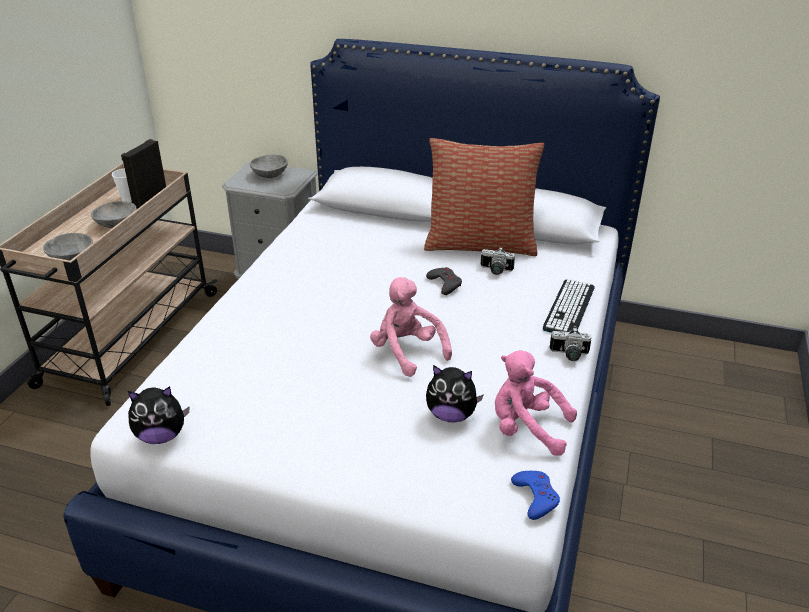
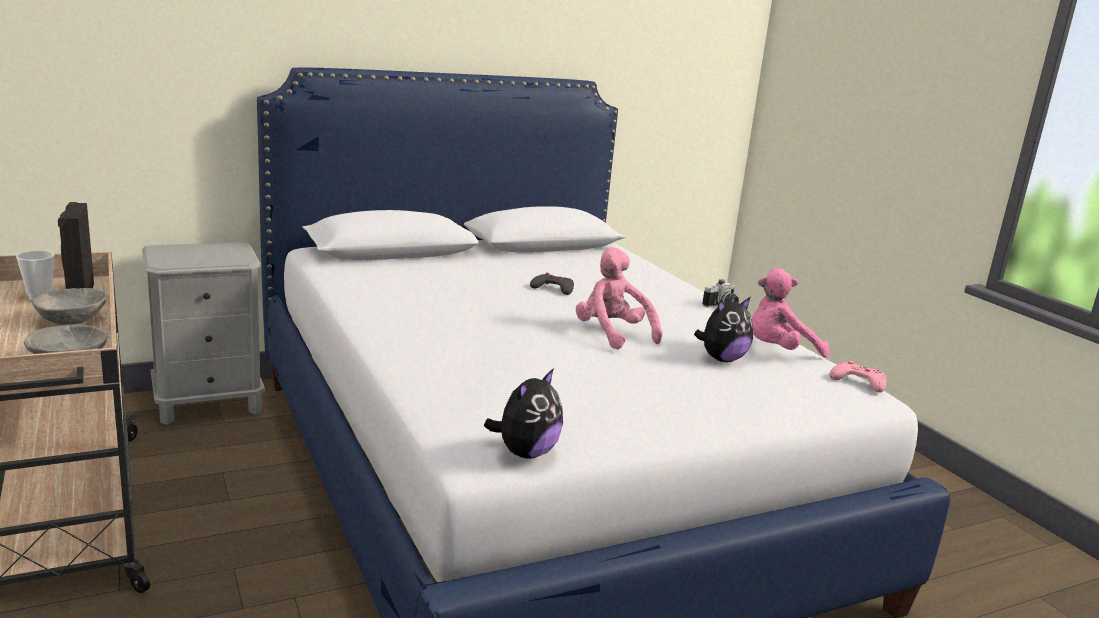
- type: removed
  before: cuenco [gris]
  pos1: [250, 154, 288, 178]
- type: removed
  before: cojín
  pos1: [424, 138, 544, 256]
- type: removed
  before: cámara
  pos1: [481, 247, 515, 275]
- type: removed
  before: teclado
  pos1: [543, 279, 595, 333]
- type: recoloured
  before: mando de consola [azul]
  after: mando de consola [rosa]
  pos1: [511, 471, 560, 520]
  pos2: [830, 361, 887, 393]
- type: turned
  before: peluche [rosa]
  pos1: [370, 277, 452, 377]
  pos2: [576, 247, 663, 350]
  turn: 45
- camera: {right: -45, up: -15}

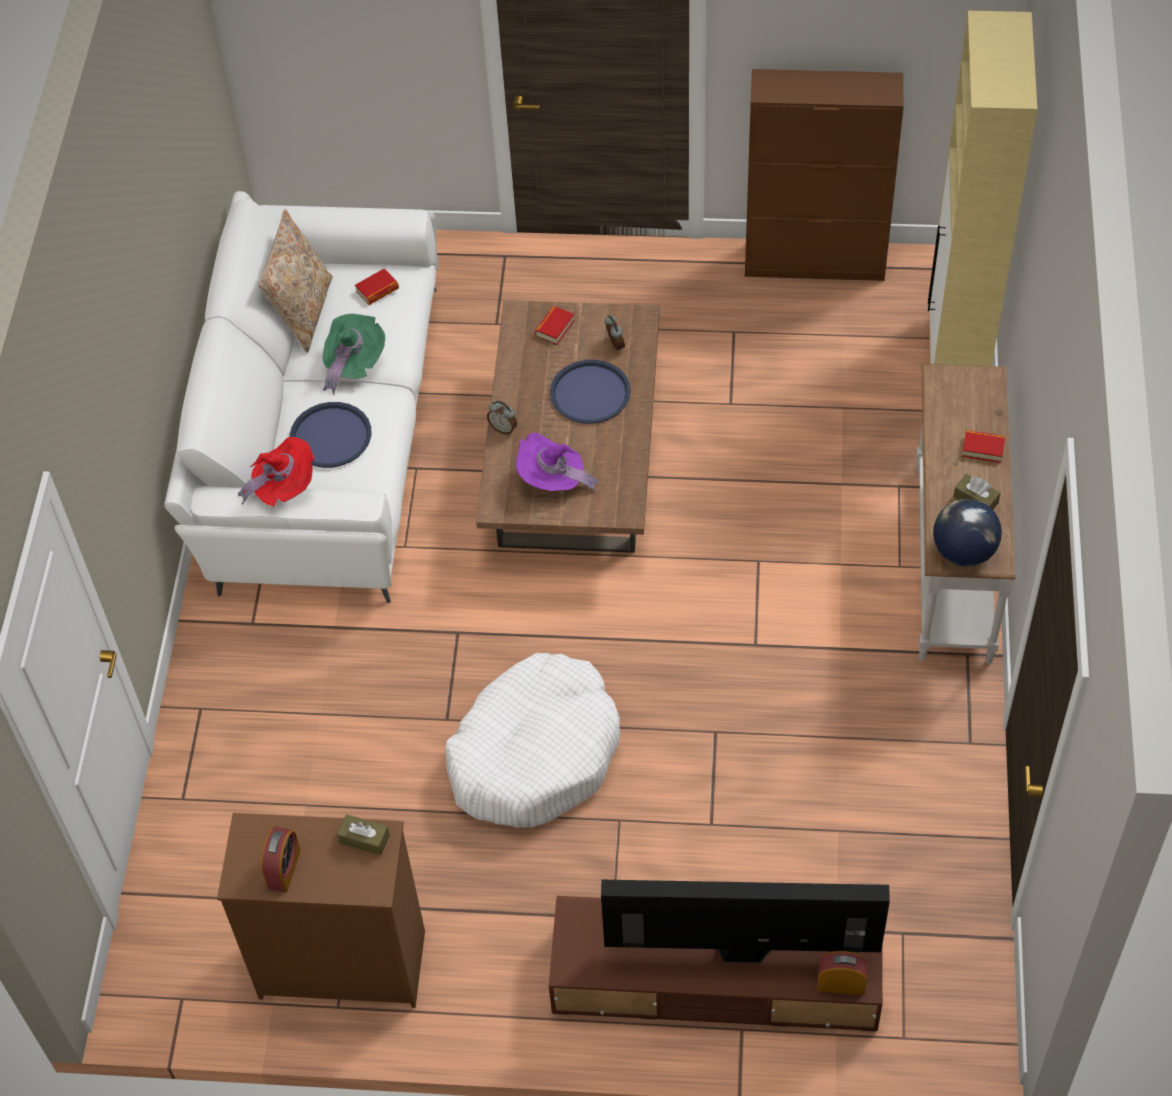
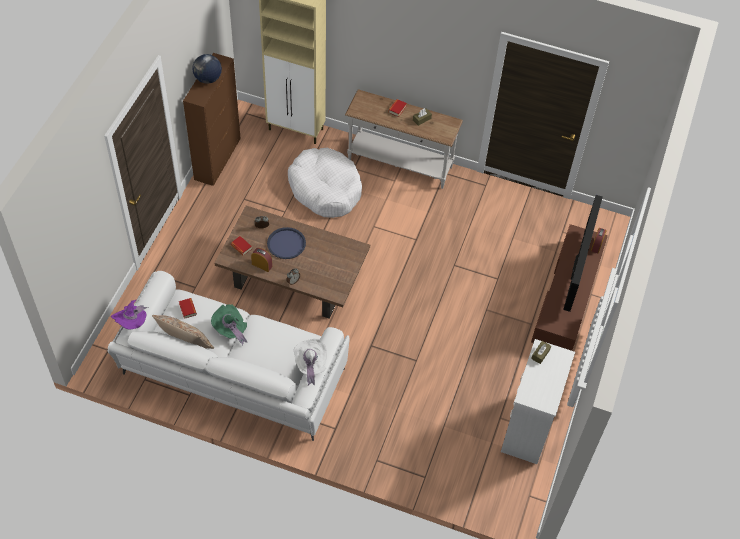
- type: removed
  before: bandeja [azul]
  pos1: [290, 402, 372, 468]
- type: moved
  before: despertador
  pos1: [261, 827, 301, 892]
  pos2: [251, 248, 272, 272]
- type: moved
  before: cama para perro [blanco]
  pos1: [445, 653, 620, 828]
  pos2: [288, 148, 362, 218]
- type: moved
  before: sombrero [morado]
  pos1: [516, 433, 598, 492]
  pos2: [111, 299, 148, 330]
- type: moved
  before: globo terráqueo
  pos1: [933, 499, 1002, 566]
  pos2: [193, 54, 222, 84]
- type: recoloured
  before: cómoda [marrón]
  after: cómoda [blanco]
  pos1: [217, 813, 425, 1008]
  pos2: [501, 339, 575, 464]
- type: recoloured
  before: sombrero [rojo]
  after: sombrero [blanco]
  pos1: [238, 437, 315, 507]
  pos2: [294, 338, 327, 386]
- camera: {right: -80, up: 0}

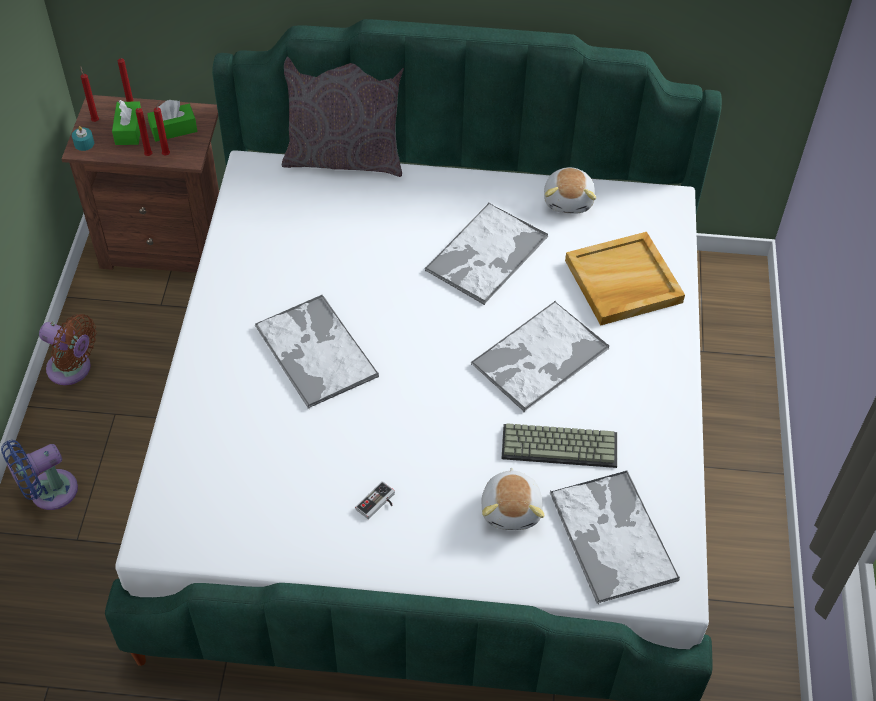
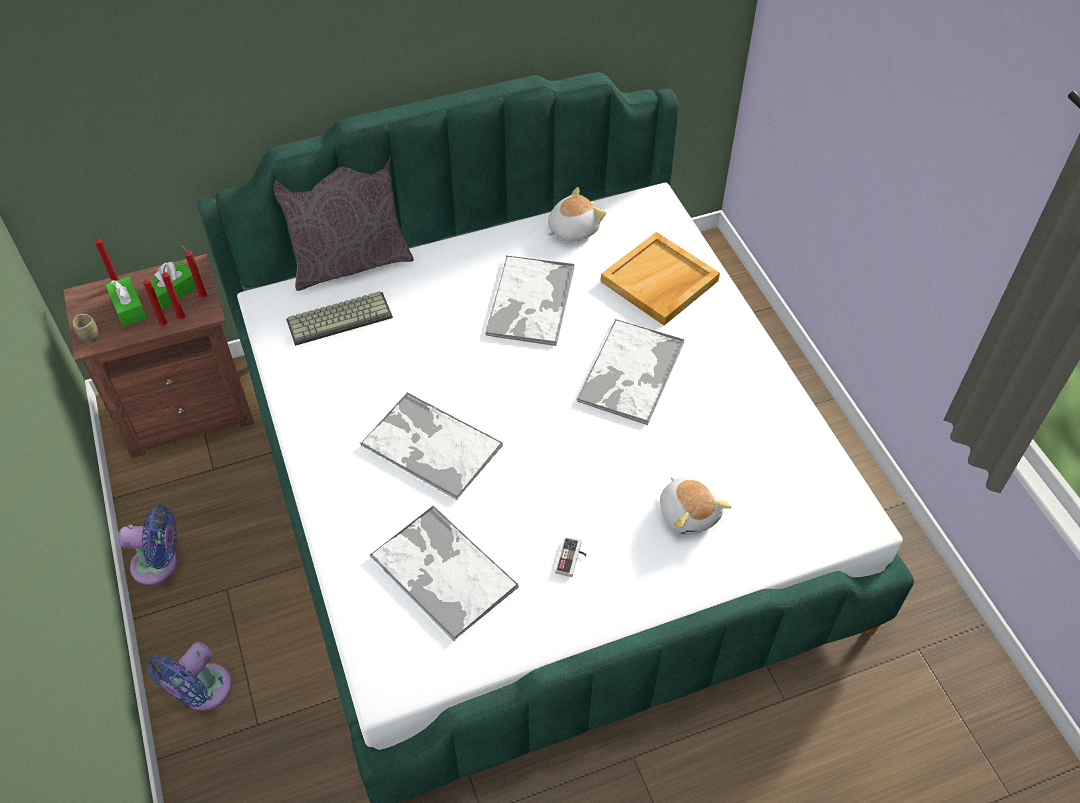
- type: moved
  before: vela [rojo]
  pos1: [80, 66, 99, 122]
  pos2: [182, 245, 207, 298]
- type: moved
  before: teclado
  pos1: [501, 423, 617, 468]
  pos2: [286, 291, 393, 346]
- type: moved
  before: bandeja
  pos1: [550, 470, 680, 605]
  pos2: [370, 505, 519, 641]
- type: replaced
  before: vela [turquesa]
  after: taza
  pos1: [72, 126, 94, 151]
  pos2: [73, 314, 99, 343]
- type: recoloured
  before: ventilador [marrón]
  after: ventilador [azul]
  pos1: [39, 314, 96, 385]
  pos2: [118, 505, 177, 585]
- type: turned
  before: peluche
  pos1: [544, 167, 596, 214]
  pos2: [548, 187, 606, 242]
  turn: -105
- camera: {right: -25, up: 0}

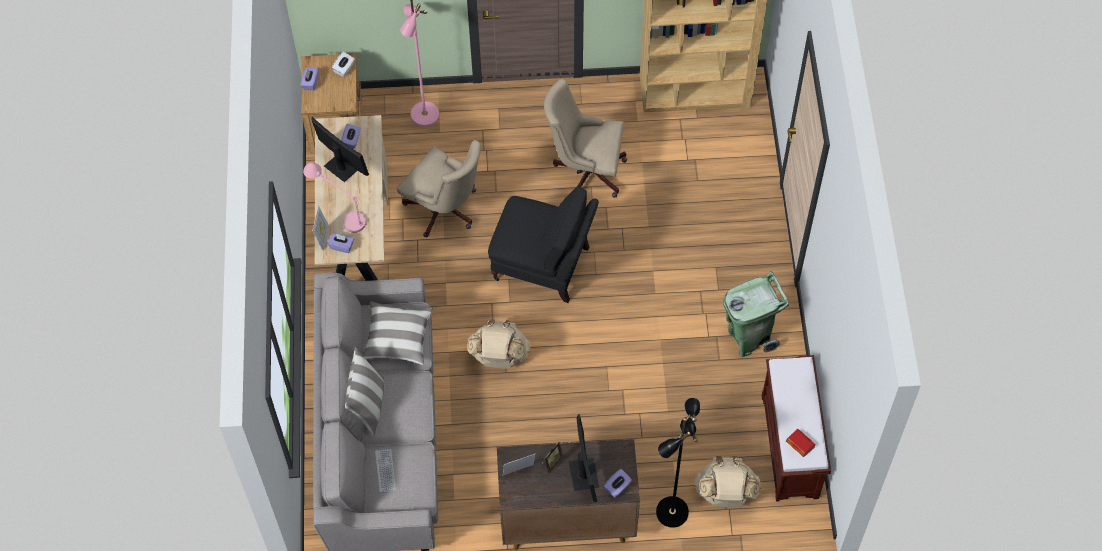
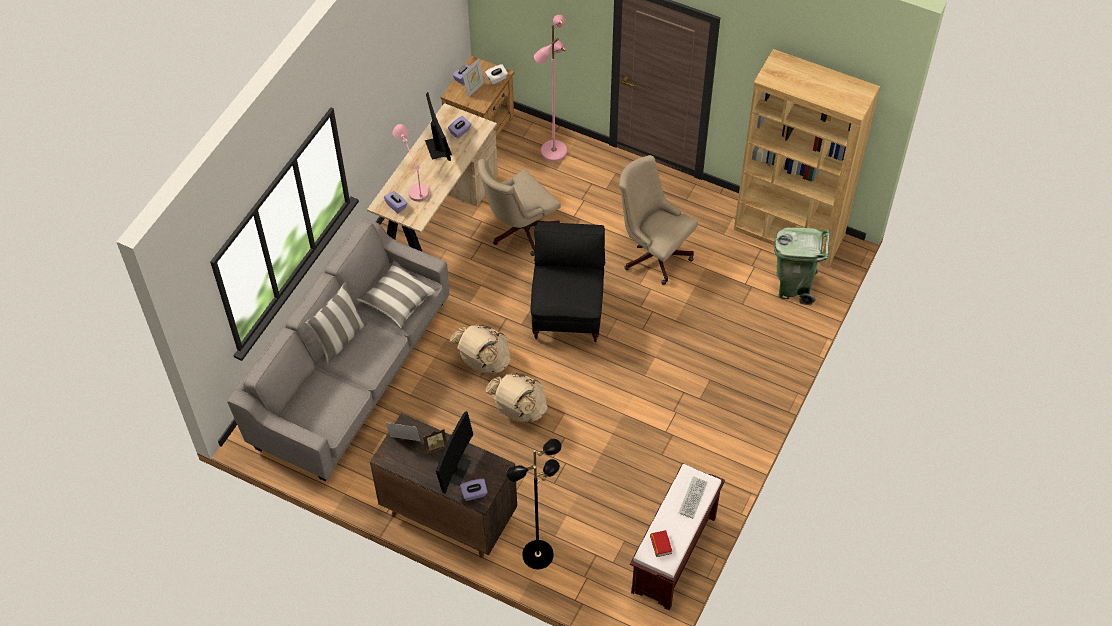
- type: moved
  before: portarretratos
  pos1: [313, 205, 329, 251]
  pos2: [462, 58, 484, 97]
- type: moved
  before: teclado
  pos1: [375, 449, 396, 493]
  pos2: [679, 476, 708, 519]
- type: moved
  before: mochila [beis]
  pos1: [694, 456, 761, 507]
  pos2: [485, 373, 548, 422]
- type: moved
  before: papelera [verde]
  pos1: [723, 271, 789, 357]
  pos2: [774, 227, 830, 305]
- type: turned
  before: silla de oficina [beis]
  pos1: [397, 140, 481, 237]
  pos2: [477, 158, 561, 256]
  turn: 75
- type: turned
  before: sillón [negro]
  pos1: [488, 186, 599, 303]
  pos2: [531, 222, 605, 342]
  turn: -135
- camera: {right: 30, up: -5}

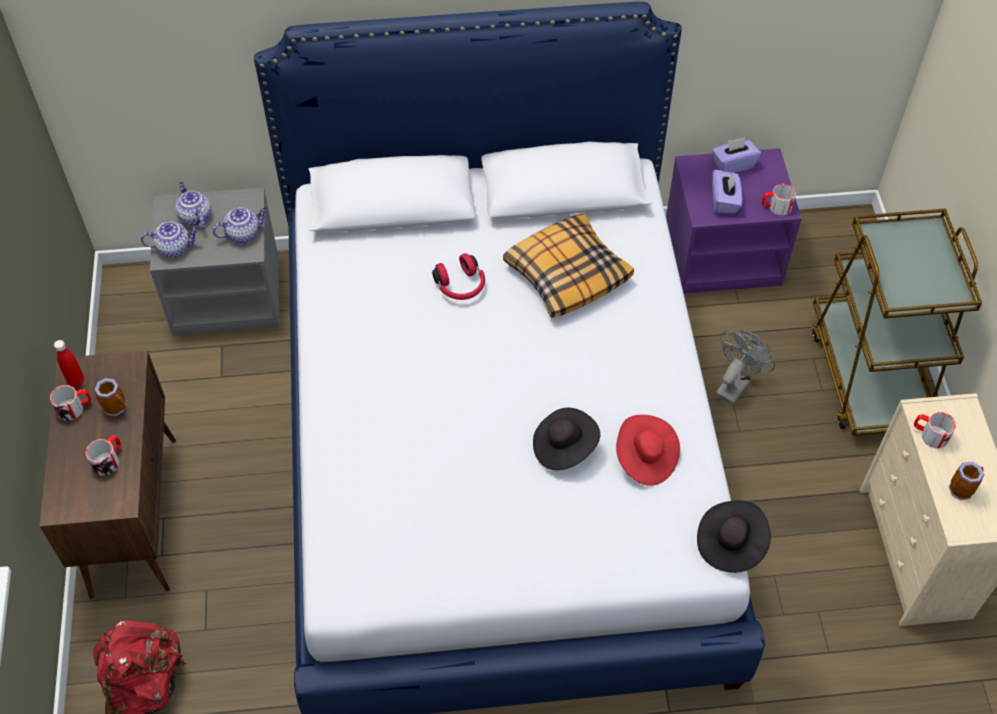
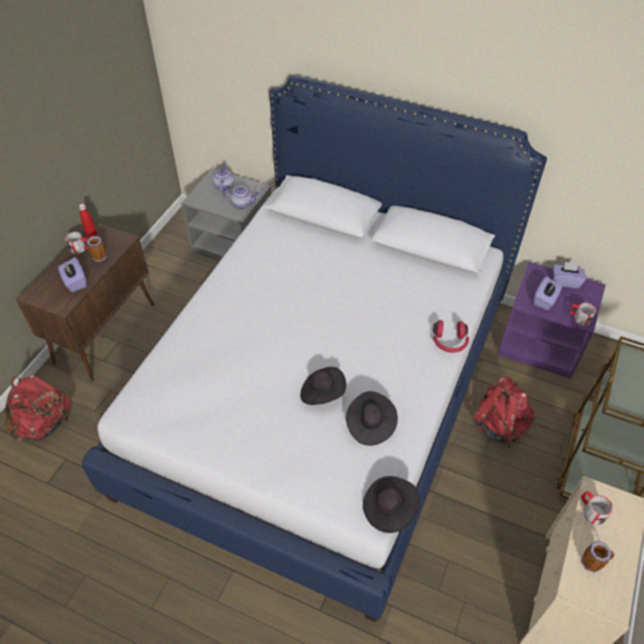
- type: removed
  before: tetera
  pos1: [141, 221, 199, 257]
- type: removed
  before: cojín
  pos1: [503, 213, 634, 318]
- type: moved
  before: auriculares [rojo]
  pos1: [432, 253, 485, 300]
  pos2: [433, 320, 469, 353]
- type: replaced
  before: taza grande
  after: caja de pañuelos [morado]
  pos1: [86, 435, 121, 476]
  pos2: [58, 257, 87, 292]
- type: replaced
  before: ventilador [gris]
  after: mochila [rojo]
  pos1: [715, 329, 775, 405]
  pos2: [472, 376, 536, 448]
- type: recoloured
  before: sombrero [rojo]
  after: sombrero [negro]
  pos1: [616, 415, 680, 486]
  pos2: [346, 391, 398, 446]
- camera: {right: 30, up: -5}

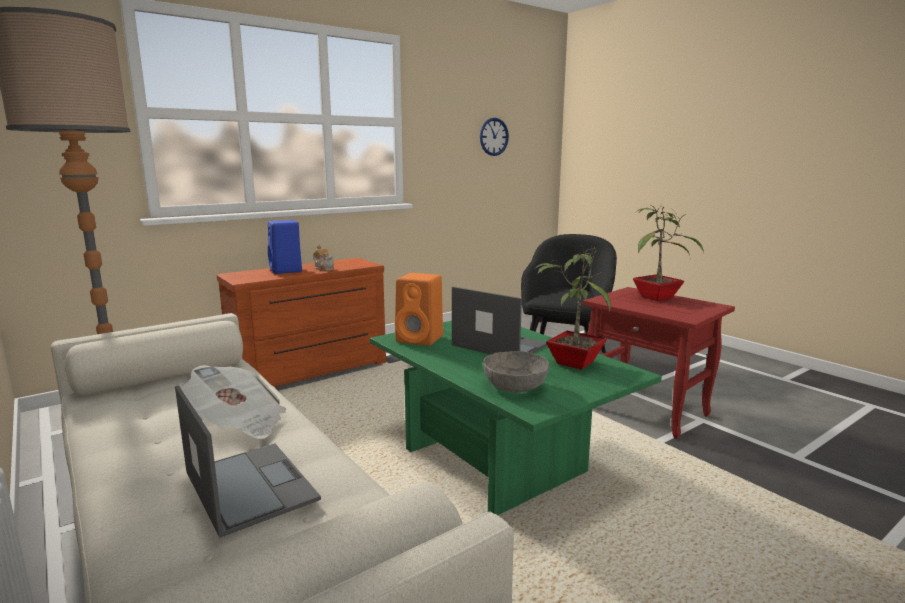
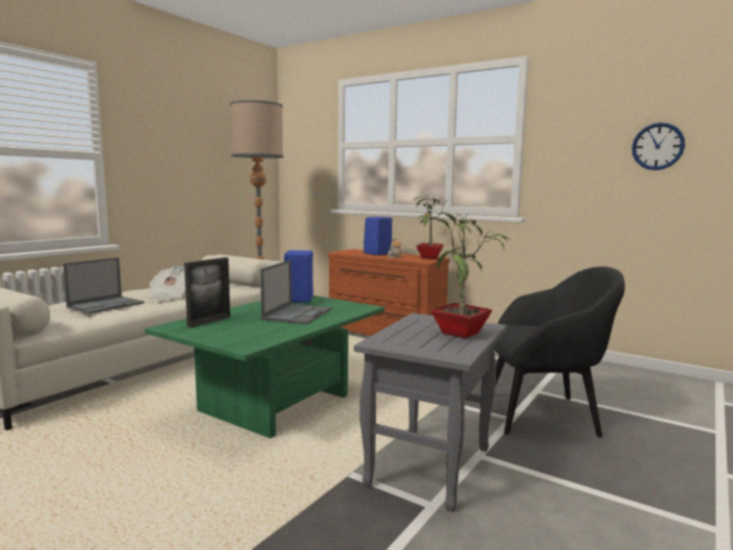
- type: moved
  before: planta en maceta
  pos1: [536, 245, 611, 370]
  pos2: [415, 194, 456, 259]
- type: replaced
  before: cuenco [gris]
  after: portarretratos
  pos1: [483, 351, 549, 392]
  pos2: [184, 257, 230, 328]
- type: recoloured
  before: altavoz [naranja]
  after: altavoz [azul]
  pos1: [395, 273, 443, 346]
  pos2: [284, 250, 313, 303]
- type: recoloured
  before: mesa auxiliar [rojo]
  after: mesa auxiliar [gris]
  pos1: [583, 287, 735, 439]
  pos2: [354, 313, 507, 512]
- camera: {right: 70, up: -5}

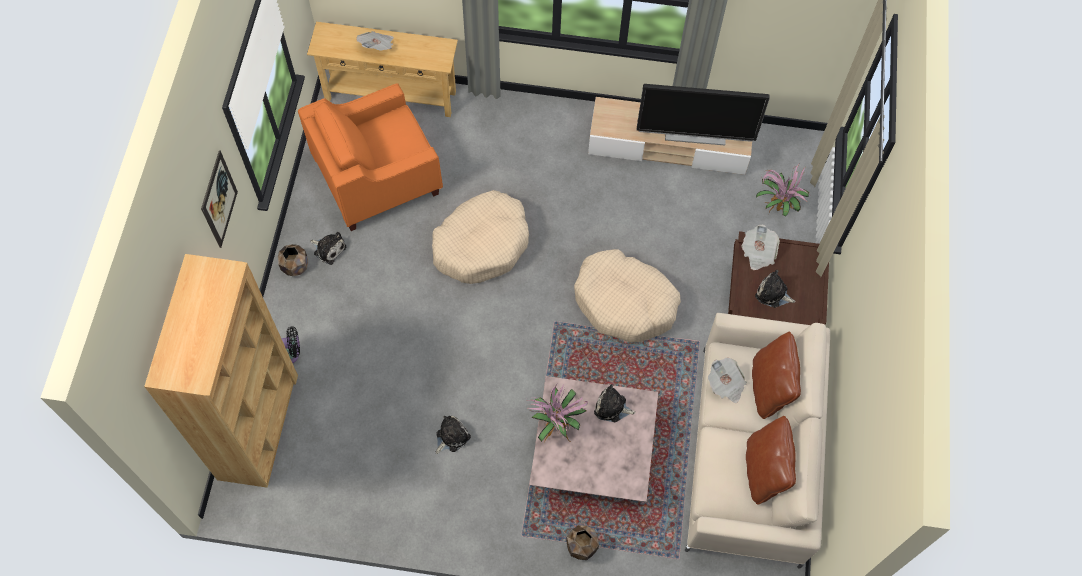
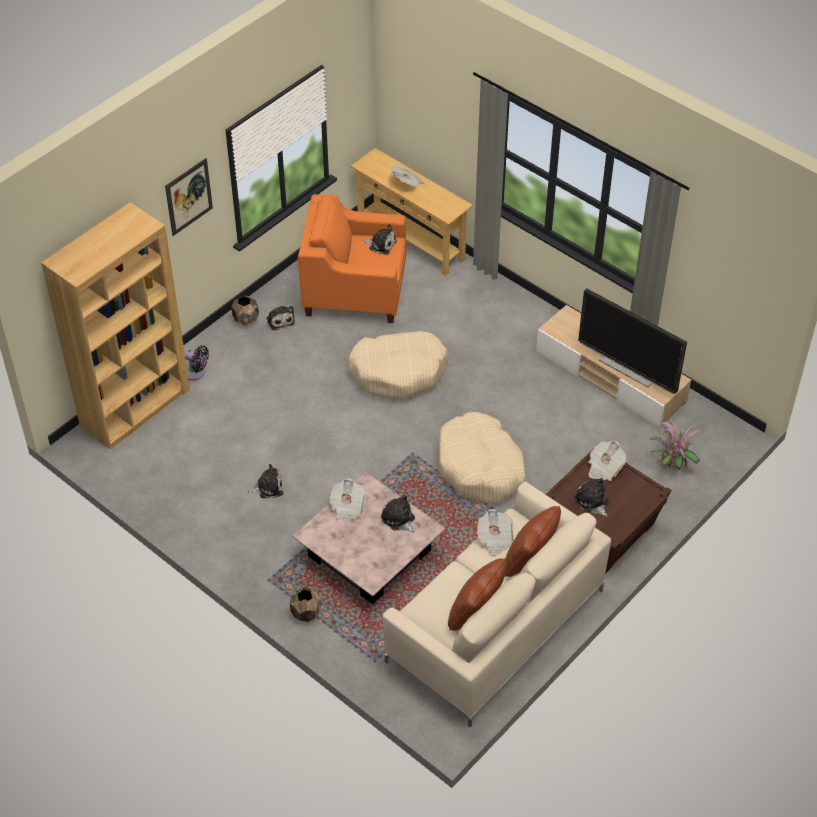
- type: added
  after: peluche
  pos2: [362, 224, 397, 255]
- type: replaced
  before: planta en maceta
  after: periódico
  pos1: [527, 382, 588, 442]
  pos2: [329, 478, 366, 523]
- camera: {right: 35, up: -15}

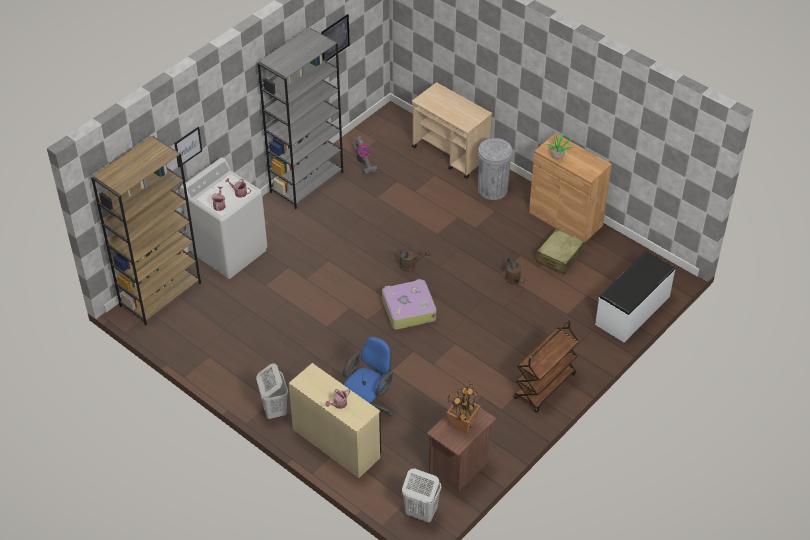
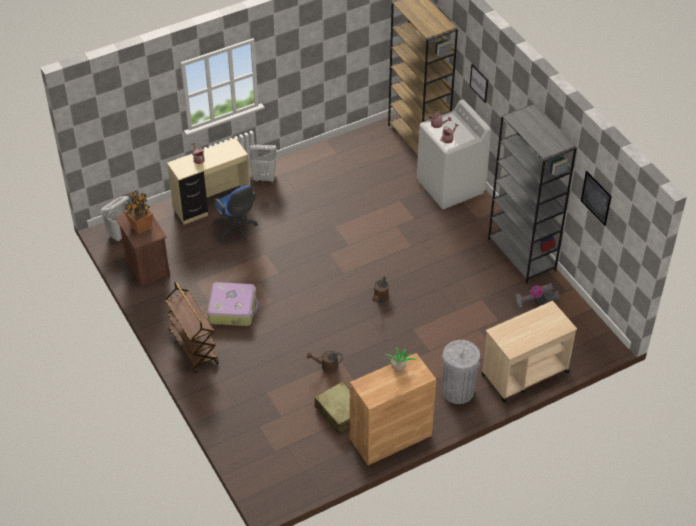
- type: removed
  before: banco [blanco]
  pos1: [595, 251, 675, 342]
- type: moved
  before: maleta
  pos1: [382, 279, 436, 330]
  pos2: [207, 282, 259, 326]
- camera: {right: 110, up: 0}

